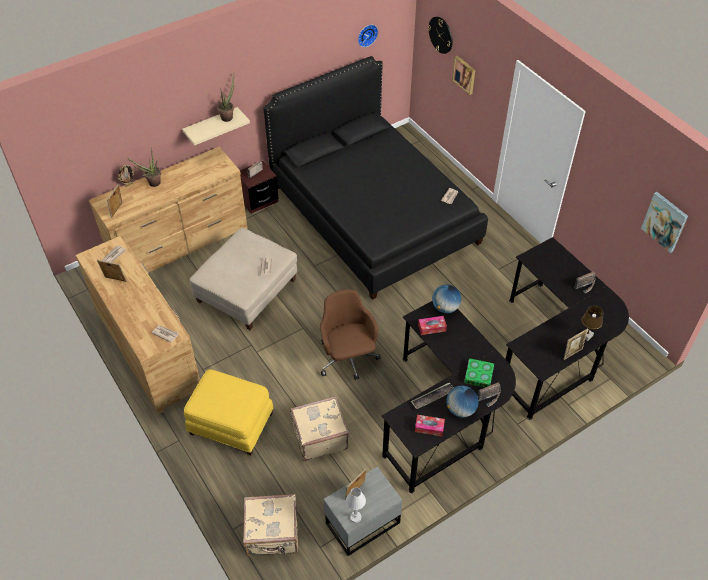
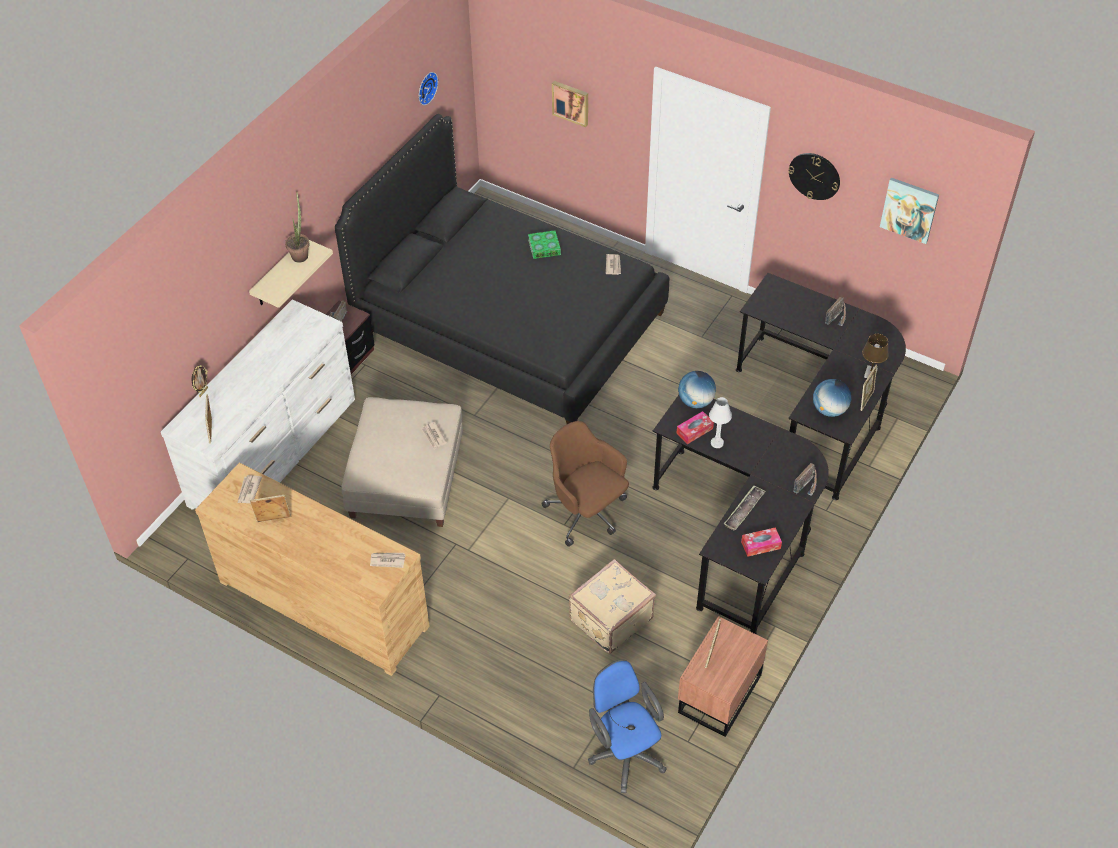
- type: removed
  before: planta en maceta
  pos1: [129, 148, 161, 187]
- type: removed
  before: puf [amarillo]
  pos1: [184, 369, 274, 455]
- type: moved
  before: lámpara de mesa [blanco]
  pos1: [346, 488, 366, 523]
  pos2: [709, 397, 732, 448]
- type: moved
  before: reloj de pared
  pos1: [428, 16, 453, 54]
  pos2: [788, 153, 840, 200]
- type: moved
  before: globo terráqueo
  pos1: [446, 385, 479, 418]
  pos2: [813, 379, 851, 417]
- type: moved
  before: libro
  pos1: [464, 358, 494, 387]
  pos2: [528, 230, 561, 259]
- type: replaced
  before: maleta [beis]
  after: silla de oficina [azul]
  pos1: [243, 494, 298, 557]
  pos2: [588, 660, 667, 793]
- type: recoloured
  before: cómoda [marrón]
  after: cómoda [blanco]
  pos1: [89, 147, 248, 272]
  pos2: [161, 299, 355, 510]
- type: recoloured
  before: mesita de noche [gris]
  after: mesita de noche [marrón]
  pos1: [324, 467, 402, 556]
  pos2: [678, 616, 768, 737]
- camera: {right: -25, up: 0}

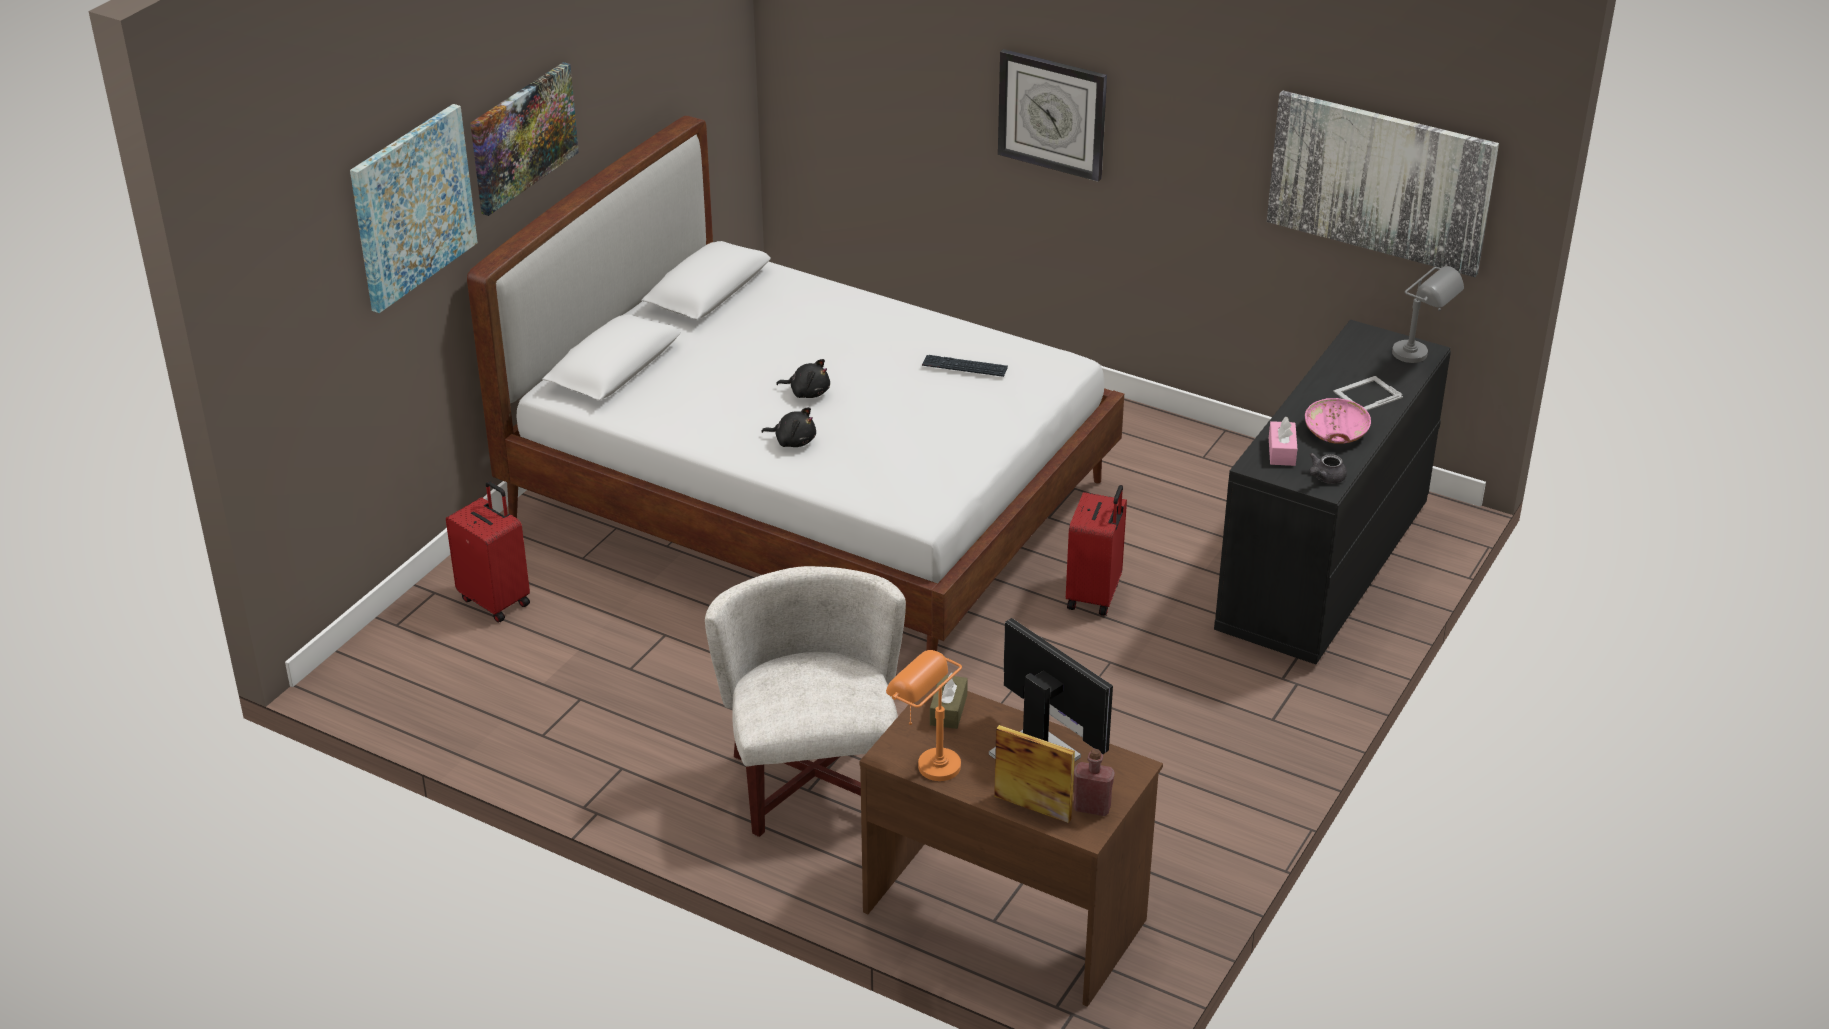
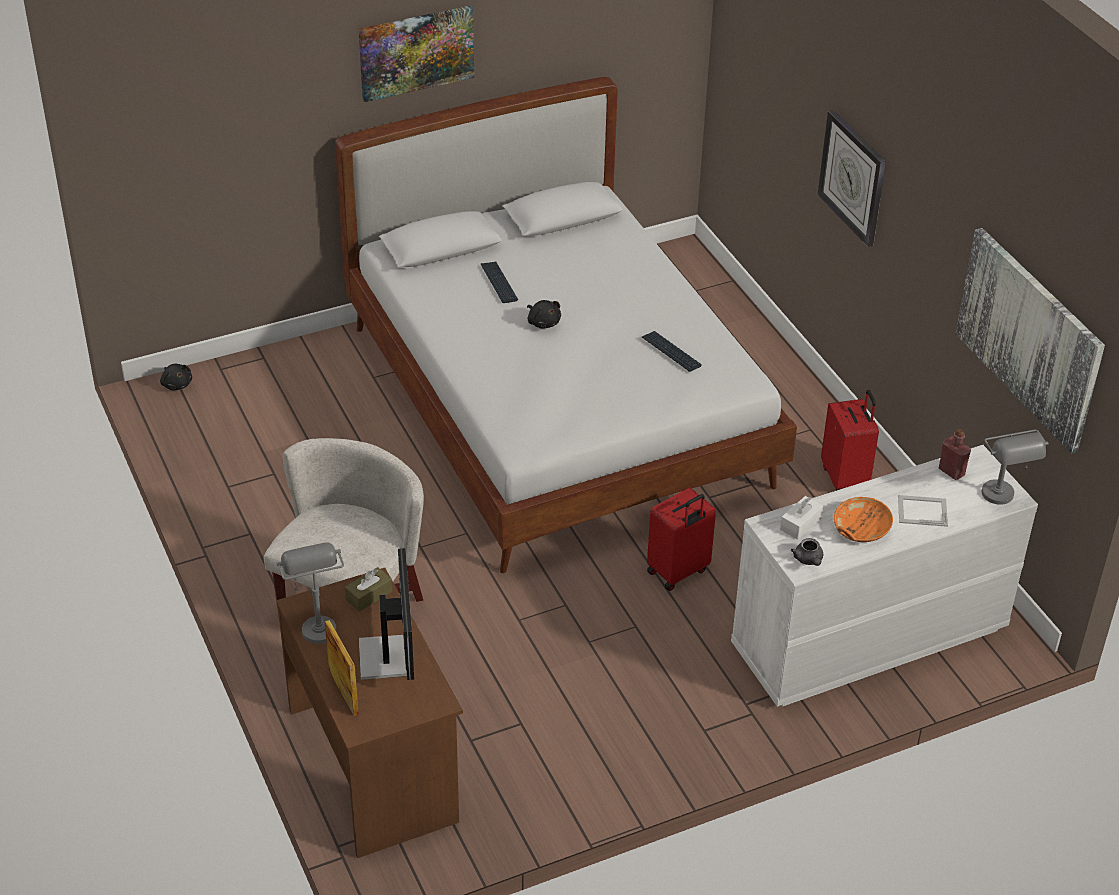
- type: removed
  before: cuadro
  pos1: [350, 104, 478, 313]
- type: added
  after: teclado
  pos2: [481, 262, 518, 303]
- type: moved
  before: maleta [rojo]
  pos1: [446, 481, 530, 622]
  pos2: [821, 390, 879, 491]
- type: moved
  before: peluche [negro]
  pos1: [761, 407, 816, 447]
  pos2: [160, 364, 192, 390]
- type: moved
  before: botella [rojo]
  pos1: [1073, 749, 1115, 816]
  pos2: [939, 429, 971, 480]
- type: recoloured
  before: lámpara de mesa [naranja]
  after: lámpara de mesa [gris]
  pos1: [886, 650, 962, 781]
  pos2: [276, 542, 344, 644]
- type: recoloured
  before: cómoda [negro]
  after: cómoda [blanco]
  pos1: [1214, 320, 1451, 664]
  pos2: [731, 445, 1038, 707]
- type: recoloured
  before: caja de pañuelos [rosa]
  after: caja de pañuelos [blanco]
  pos1: [1269, 417, 1297, 466]
  pos2: [780, 496, 823, 540]
- type: recoloured
  before: cuenco [rosa]
  after: cuenco [naranja]
  pos1: [1305, 398, 1371, 444]
  pos2: [834, 497, 893, 542]
- type: turned
  before: tetera [gris]
  pos1: [1309, 453, 1347, 484]
  pos2: [791, 538, 823, 566]
  turn: -90
- camera: {right: 35, up: 5}

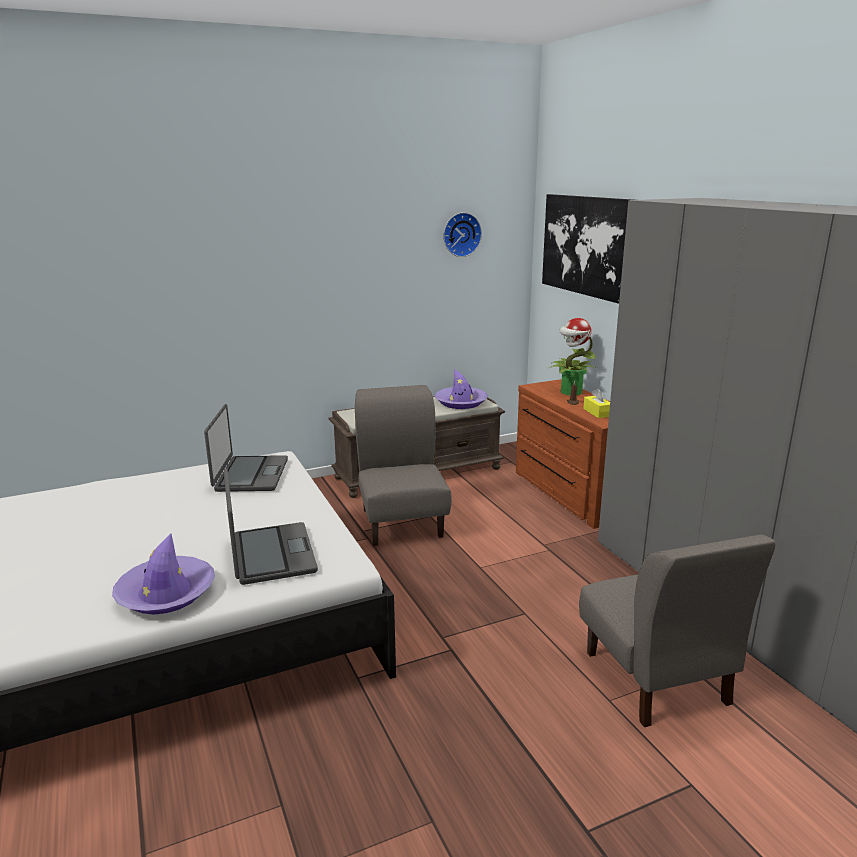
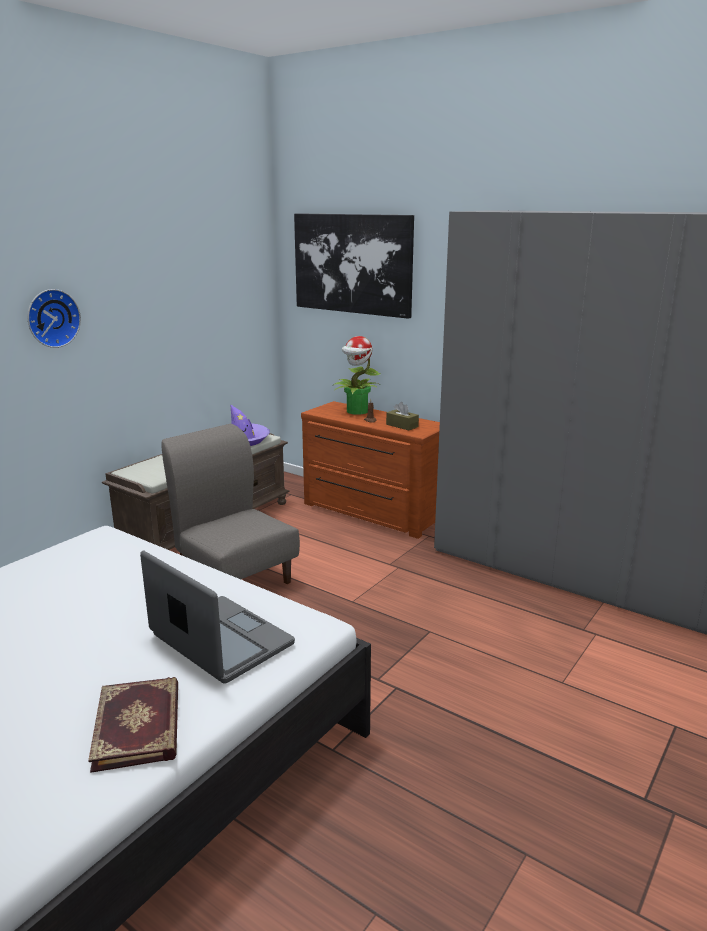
- type: removed
  before: portátil
  pos1: [204, 404, 288, 492]
- type: removed
  before: silla [gris]
  pos1: [579, 535, 775, 727]
- type: moved
  before: reloj de pared
  pos1: [443, 212, 482, 257]
  pos2: [27, 289, 81, 348]
- type: replaced
  before: sombrero [morado]
  after: libro
  pos1: [112, 533, 215, 614]
  pos2: [88, 677, 178, 773]
- type: recoloured
  before: caja de pañuelos [amarillo]
  after: caja de pañuelos [marrón]
  pos1: [583, 388, 610, 418]
  pos2: [386, 402, 419, 431]
- camera: {right: -30, up: 0}

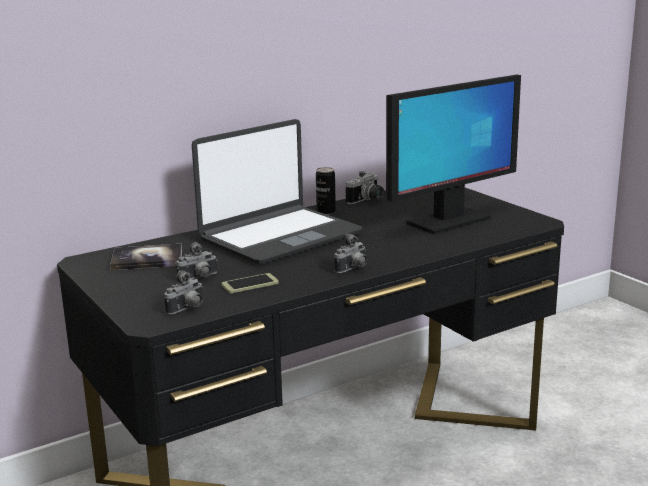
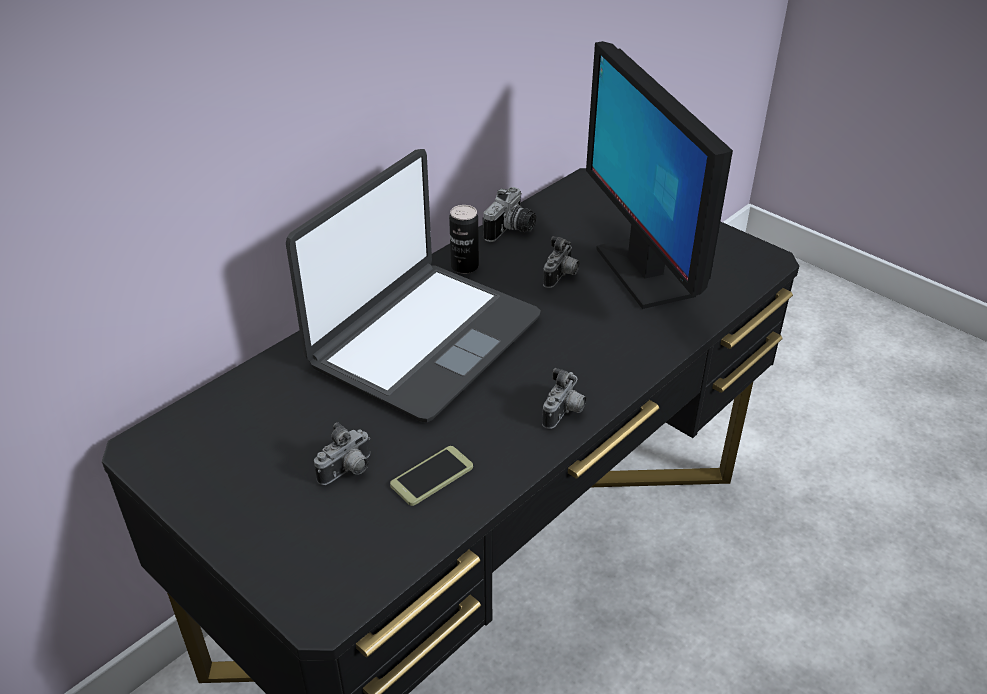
- type: removed
  before: libro
  pos1: [110, 244, 182, 270]
- type: moved
  before: cámara
  pos1: [164, 270, 203, 315]
  pos2: [543, 236, 580, 288]
- type: turned
  before: monitor
  pos1: [386, 75, 521, 234]
  pos2: [586, 41, 733, 309]
  turn: 120
- camera: {right: -15, up: 20}

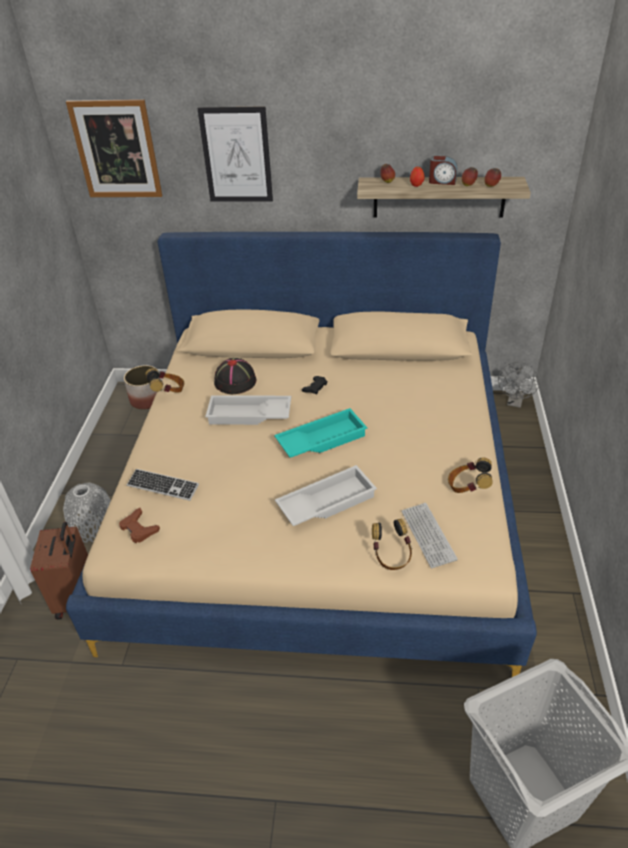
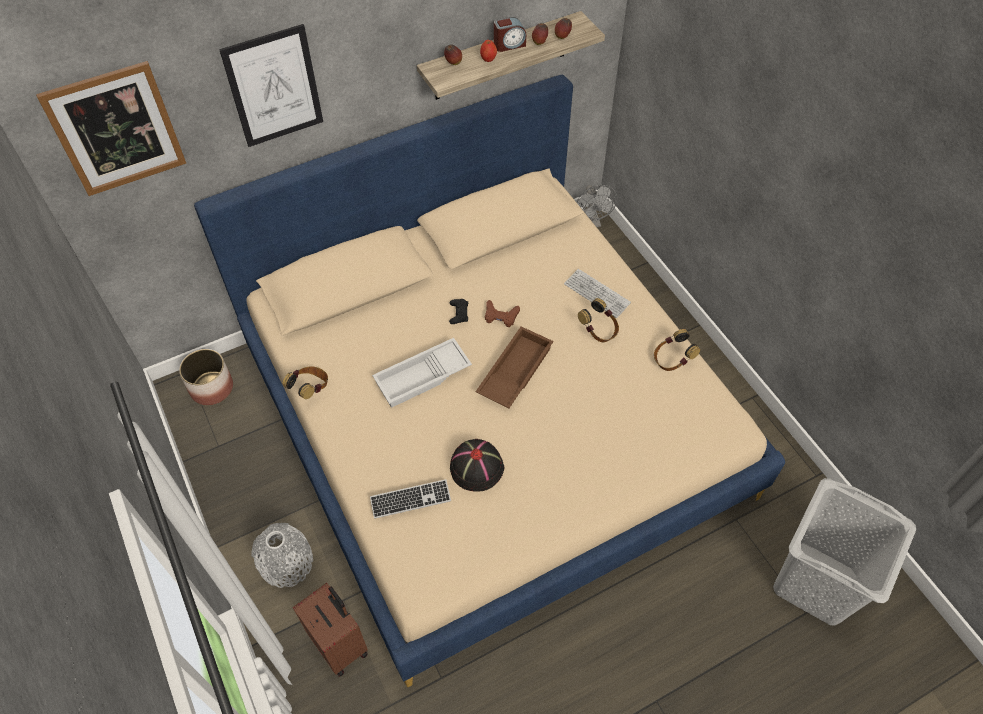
- type: removed
  before: bandeja [blanco]
  pos1: [275, 465, 377, 526]
- type: moved
  before: mando de consola [marrón]
  pos1: [119, 508, 160, 543]
  pos2: [485, 300, 520, 327]
- type: moved
  before: sombrero [negro]
  pos1: [214, 358, 256, 394]
  pos2: [450, 439, 504, 492]
- type: moved
  before: auriculares
  pos1: [372, 518, 412, 570]
  pos2: [578, 298, 619, 342]
- type: moved
  before: teclado
  pos1: [402, 503, 458, 568]
  pos2: [564, 269, 631, 318]
- type: recoloured
  before: bandeja [turquesa]
  after: bandeja [marrón]
  pos1: [274, 408, 368, 457]
  pos2: [476, 326, 553, 408]
- camera: {right: -35, up: 15}

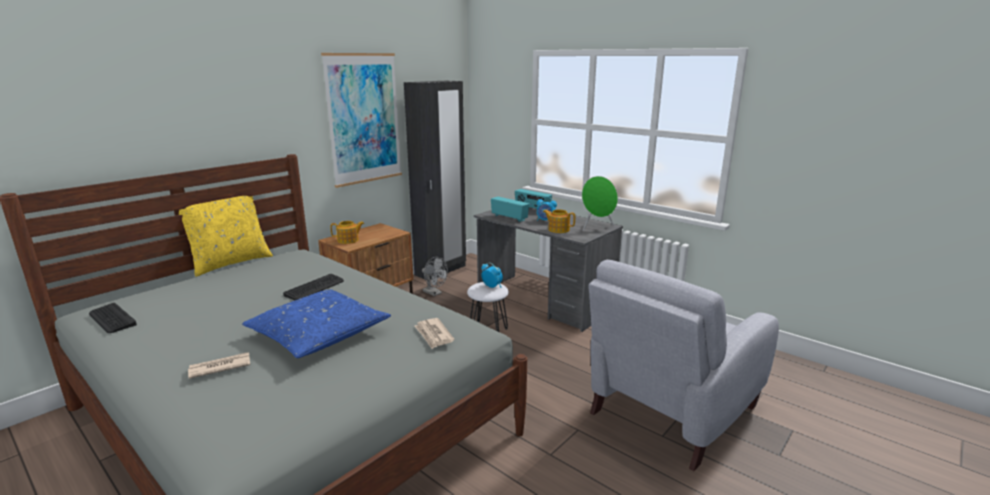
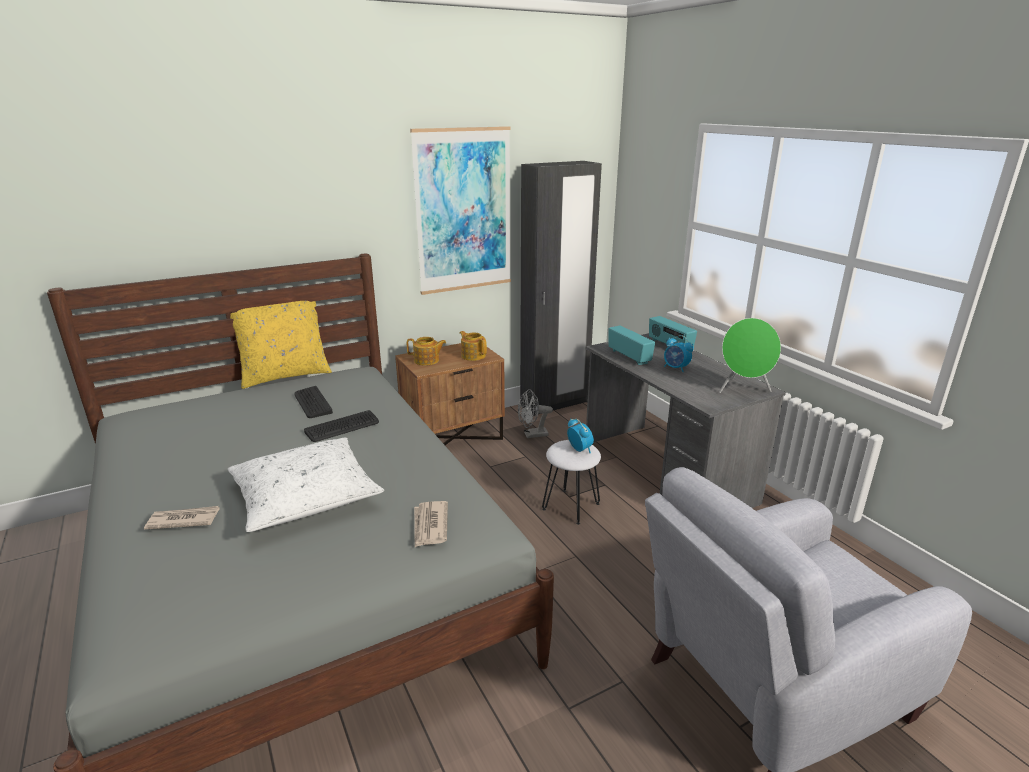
- type: moved
  before: teclado
  pos1: [89, 303, 137, 333]
  pos2: [294, 386, 333, 418]
- type: moved
  before: tetera
  pos1: [543, 209, 575, 233]
  pos2: [460, 331, 487, 361]
- type: recoloured
  before: cojín [azul]
  after: cojín [blanco]
  pos1: [242, 290, 391, 358]
  pos2: [228, 437, 384, 532]
- type: turned
  before: ventilador [gris]
  pos1: [422, 257, 448, 296]
  pos2: [518, 389, 553, 438]
  turn: 105
- camera: {right: 20, up: 5}

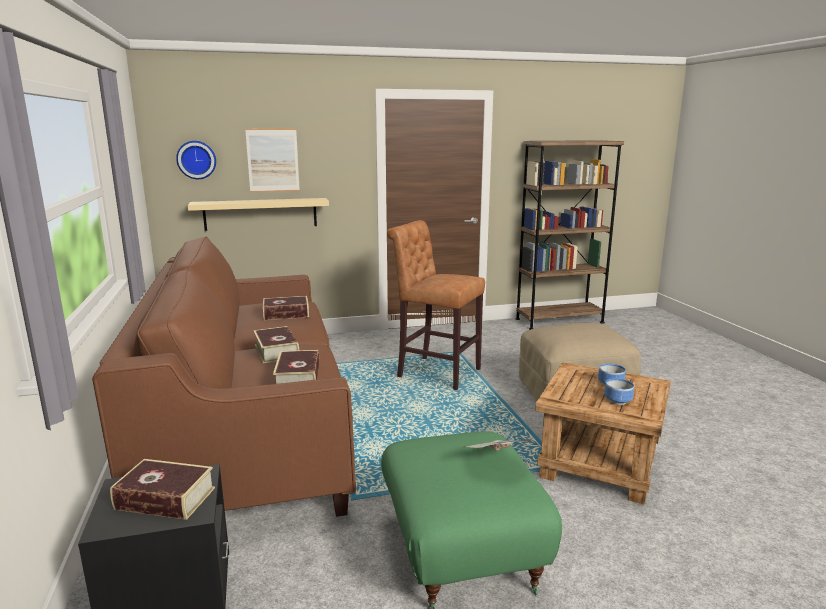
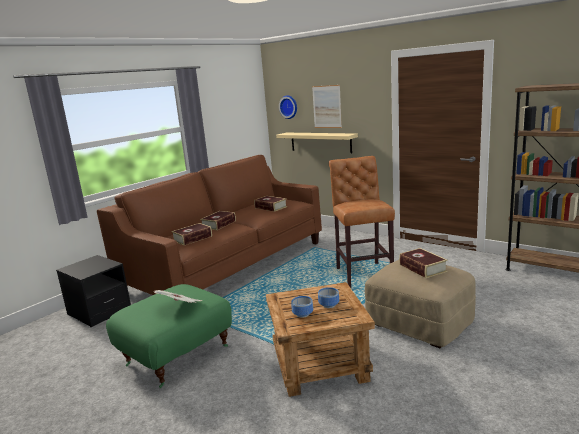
- type: moved
  before: libro
  pos1: [110, 459, 215, 520]
  pos2: [399, 248, 448, 278]
- camera: {right: 55, up: 0}

